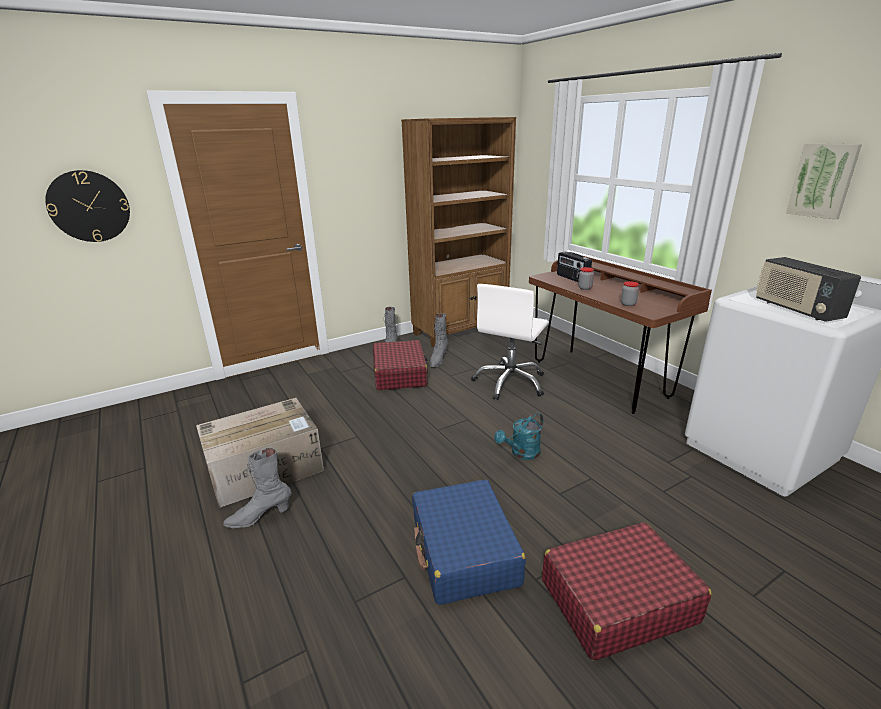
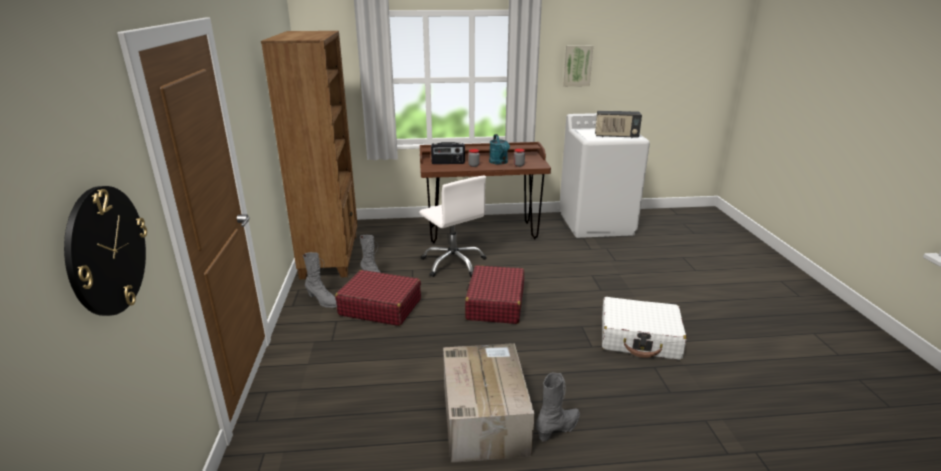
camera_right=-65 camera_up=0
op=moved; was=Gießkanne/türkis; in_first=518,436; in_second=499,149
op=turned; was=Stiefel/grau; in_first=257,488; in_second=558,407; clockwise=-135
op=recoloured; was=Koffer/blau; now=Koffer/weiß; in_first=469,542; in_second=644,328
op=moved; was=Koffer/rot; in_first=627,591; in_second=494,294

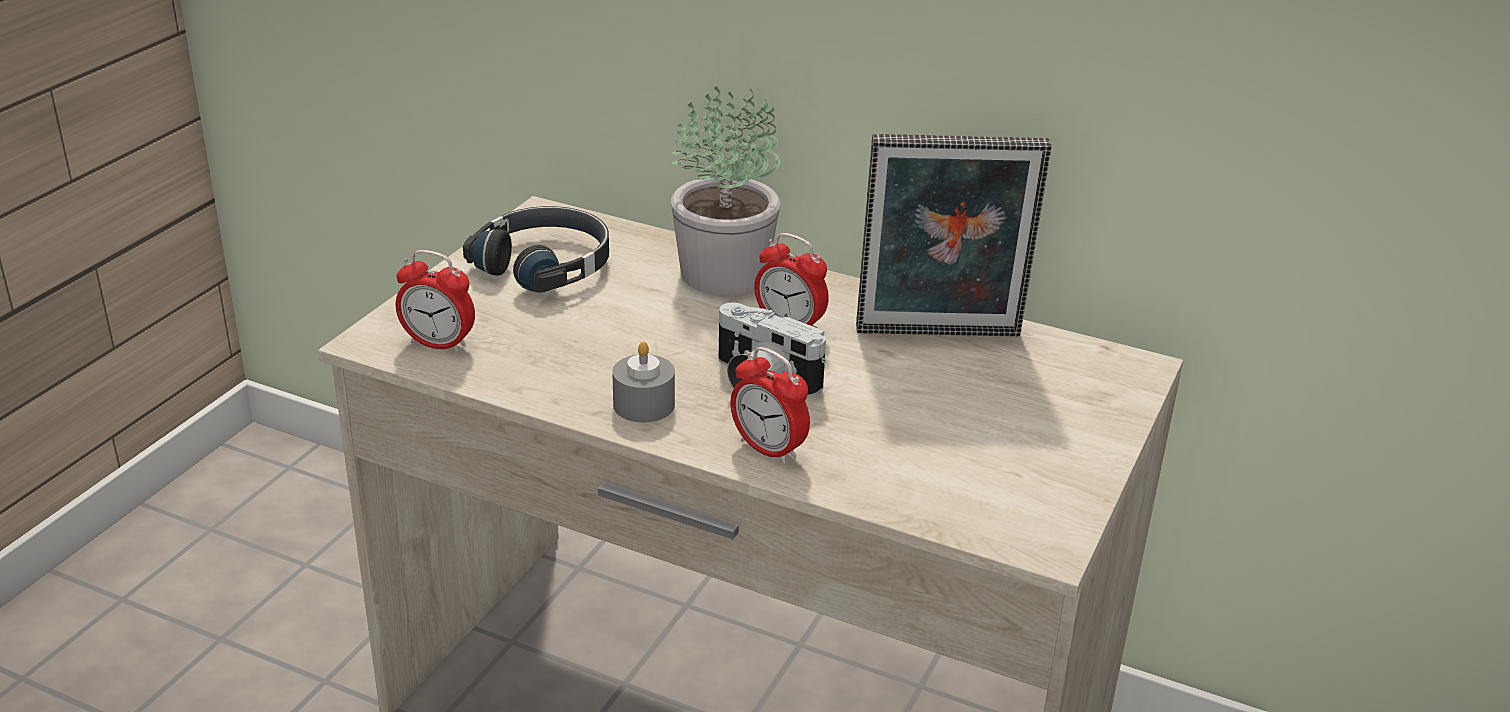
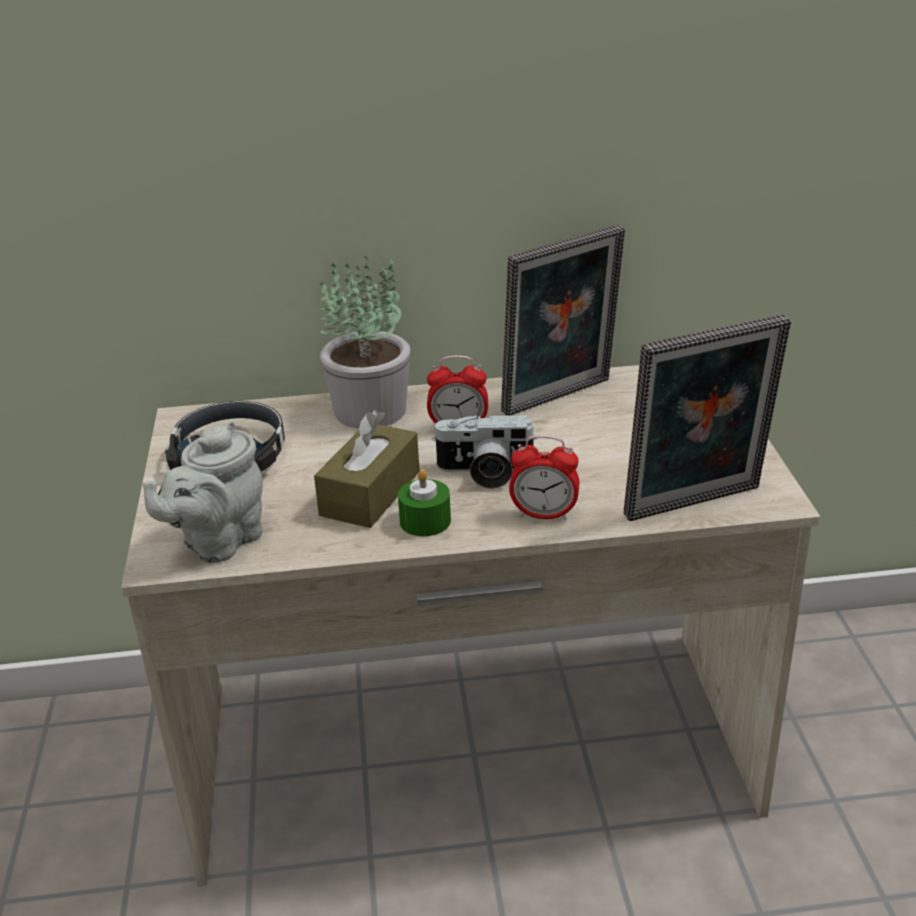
camera_right=-30 camera_up=0
op=replaced; was=Wecker; now=Teekanne/grau; in_first=435,301; in_second=203,491
op=recoloured; was=Kerze/grau; now=Kerze/grün; in_first=643,382; in_second=424,502
op=added; now=Bilderrahmen; in_second=707,418
op=added; now=Taschentuchbox/braun; in_second=367,469

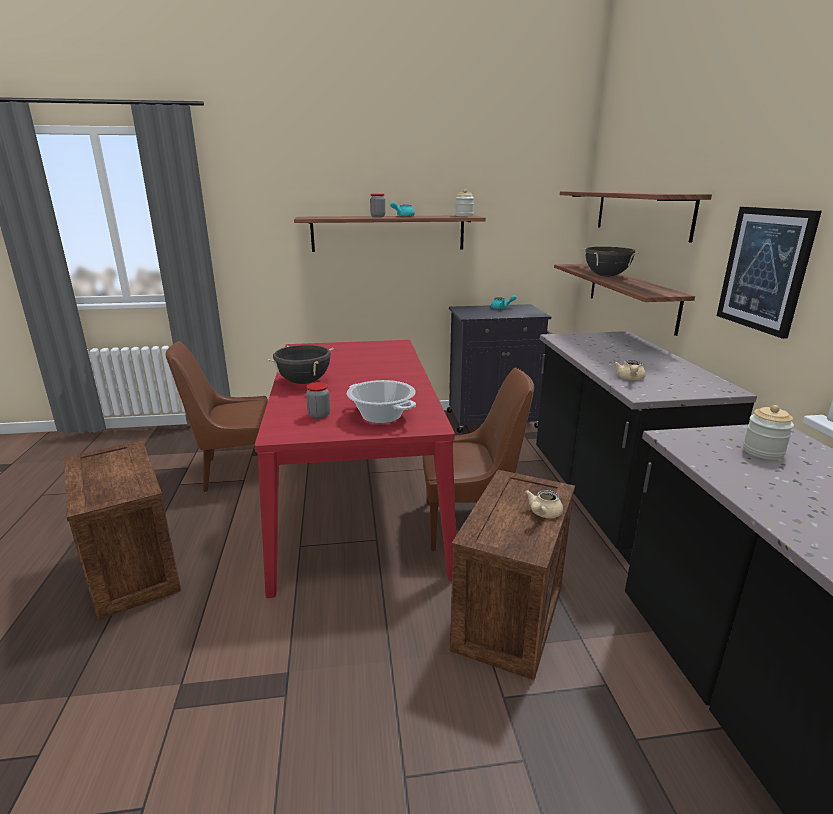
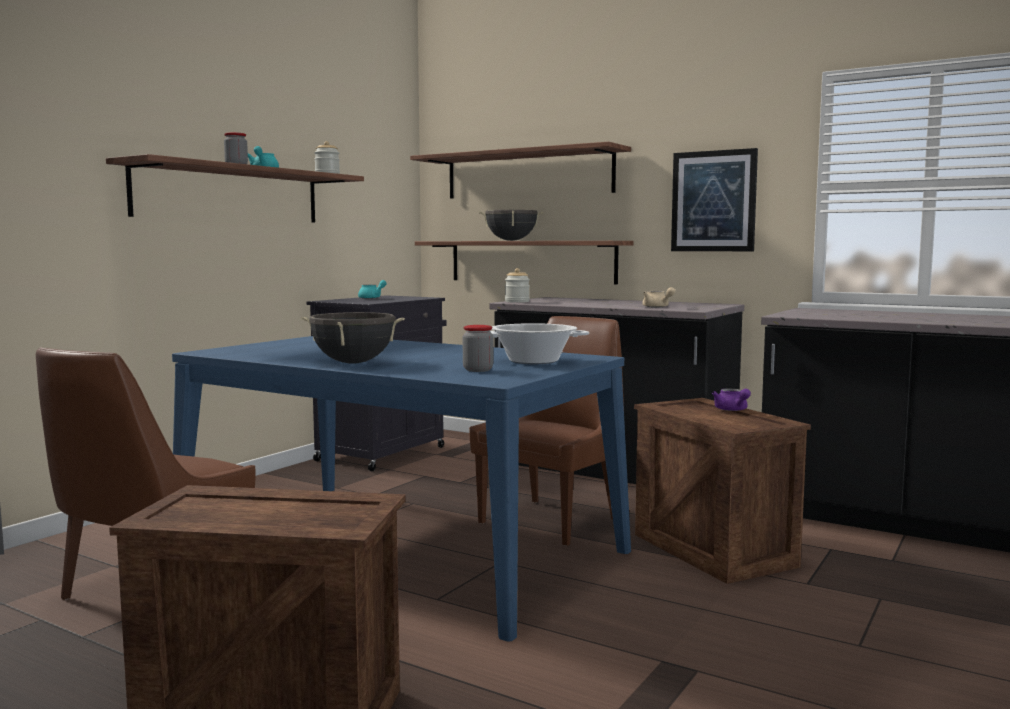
camera_right=-50 camera_up=-15
op=recoloured; was=Esstisch/rot; now=Esstisch/blau; in_first=355,469; in_second=401,489
op=moved; was=Vorratsglas; in_first=768,432; in_second=517,285
op=recoloured; was=Teekanne/beige; now=Teekanne/lila; in_first=544,504; in_second=731,399

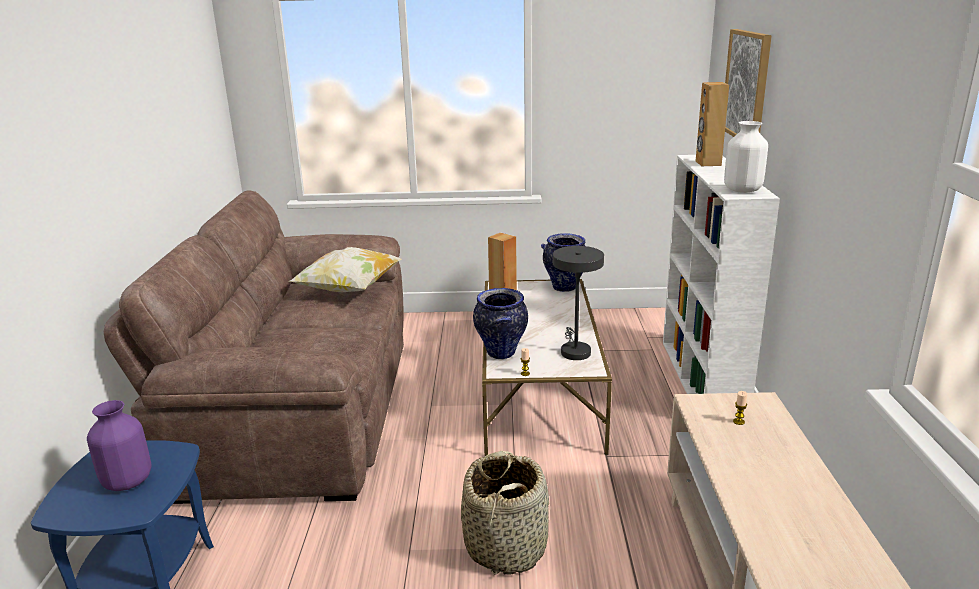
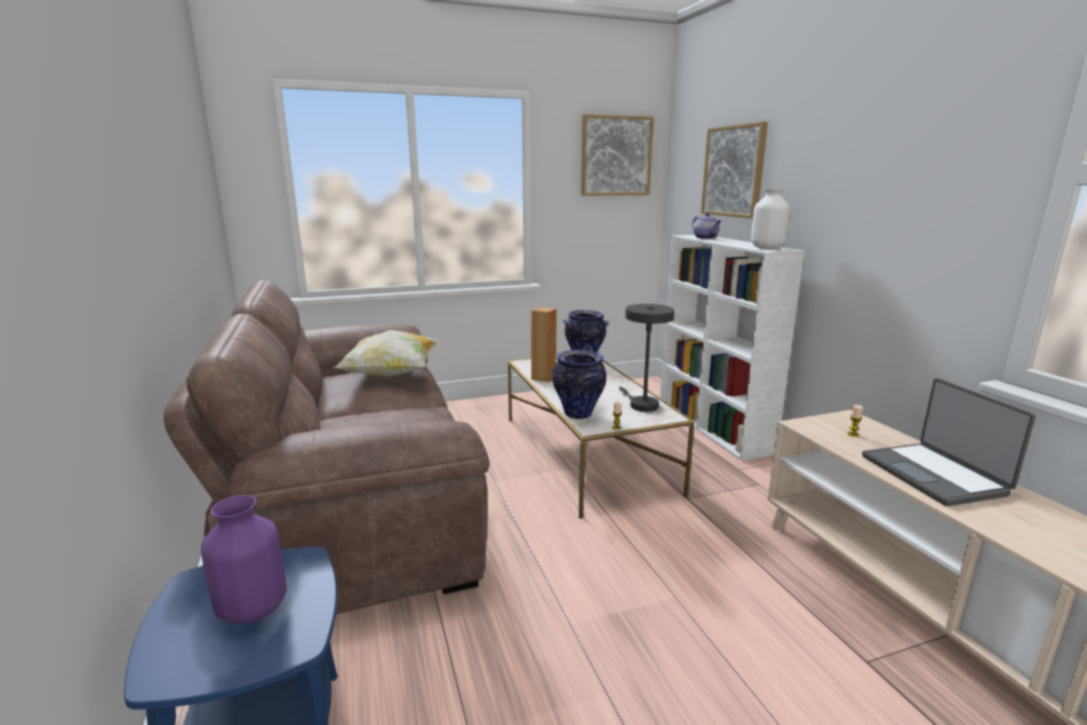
camera_right=-20 camera_up=-5
op=replaced; was=Lautsprecher/braun; now=Teekanne; in_first=712,124; in_second=706,226
op=removed; was=Korb; in_first=505,513
op=added; now=Bild; in_second=617,155
op=added; now=Laptop; in_second=949,442

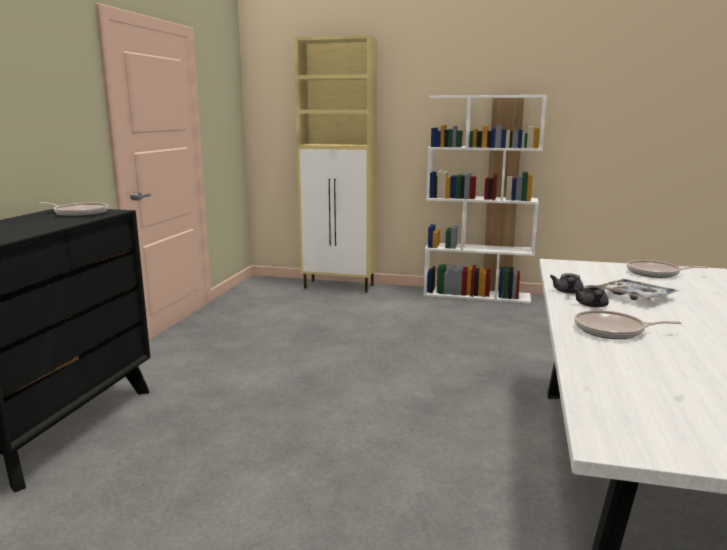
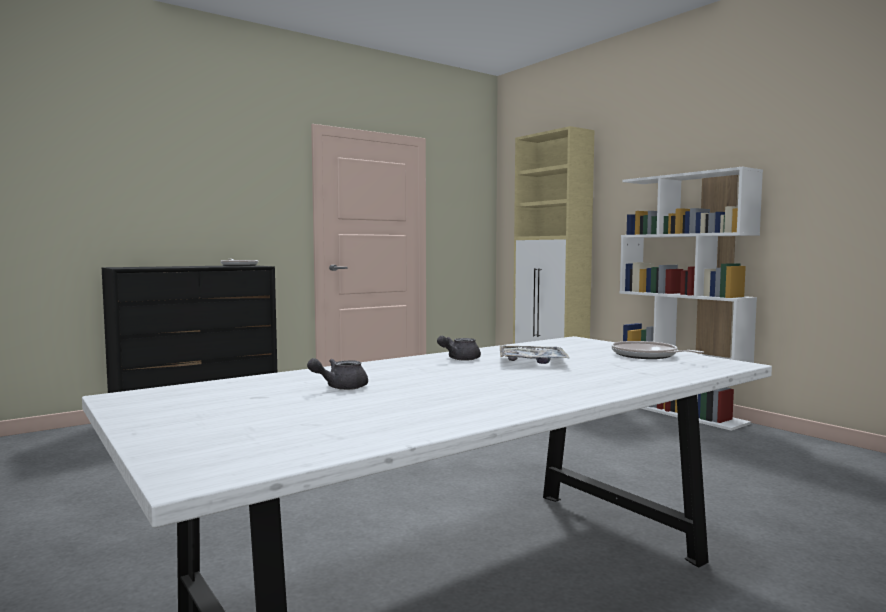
camera_right=40 camera_up=-10
op=moved; was=Teekanne/grau; in_first=567,283; in_second=337,374
op=removed; was=Pfanne; in_first=628,324

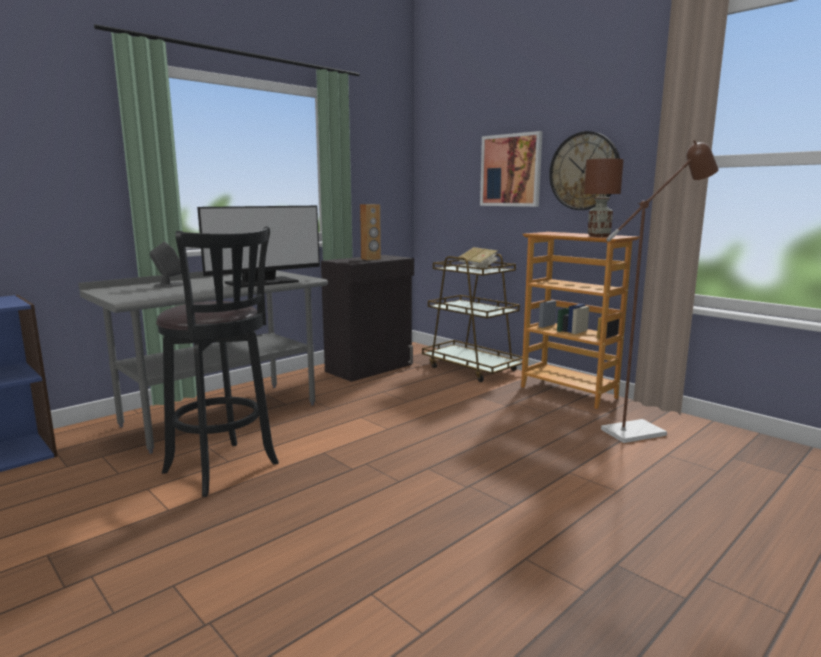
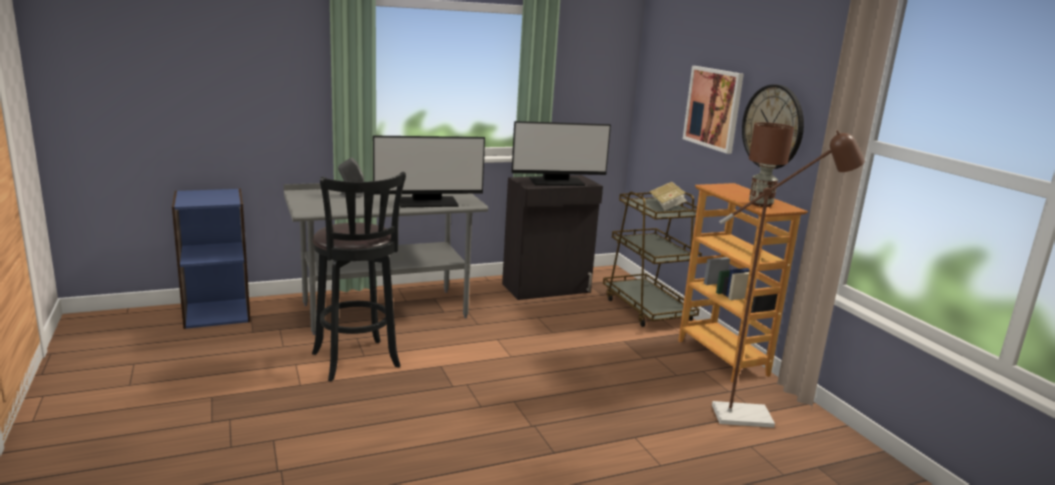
camera_right=20 camera_up=5
op=replaced; was=Lautsprecher/braun; now=Monitor; in_first=370,232; in_second=561,153

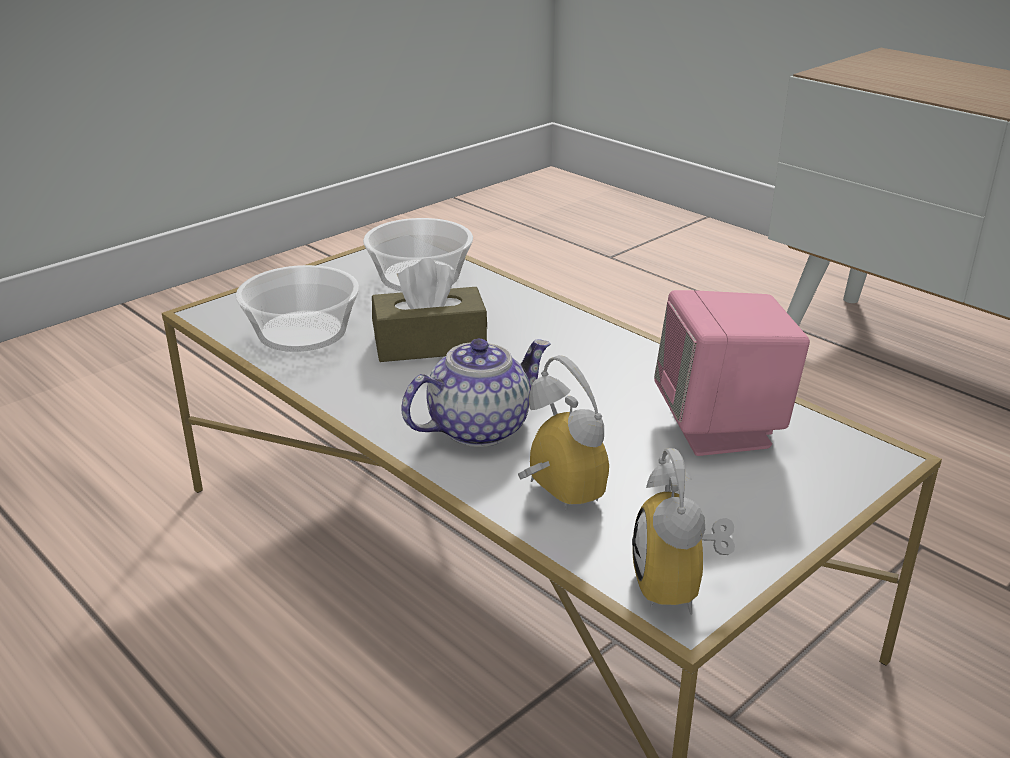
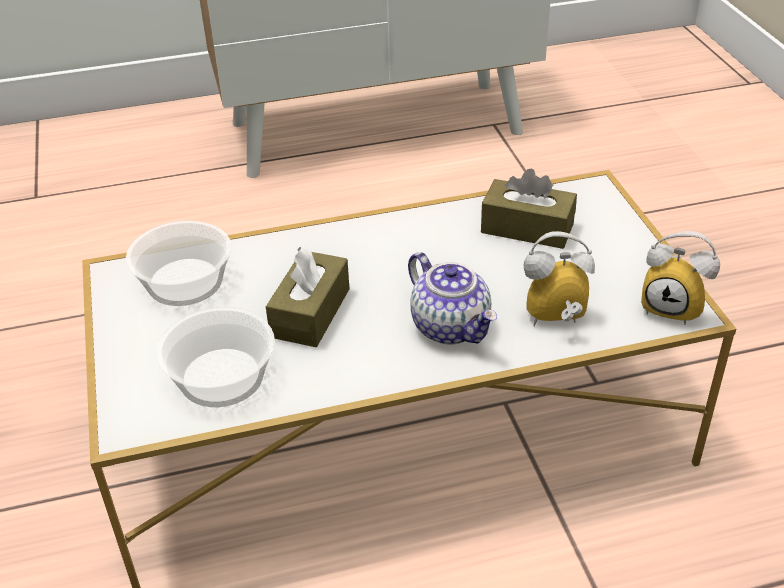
camera_right=-60 camera_up=10
op=replaced; was=Lautsprecher/rosa; now=Taschentuchbox/braun; in_first=732,373; in_second=529,208
op=turned; was=Teekanne; in_first=476,393; in_second=452,298; clockwise=150

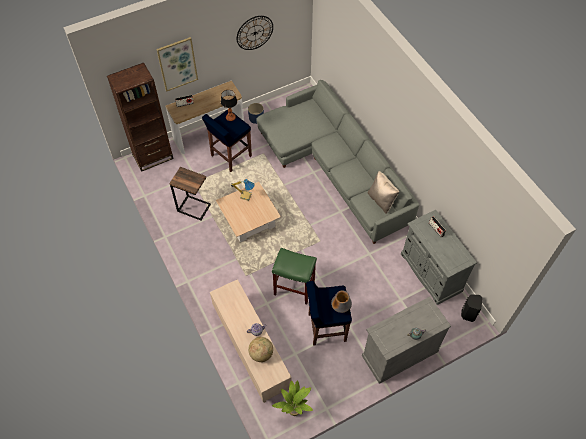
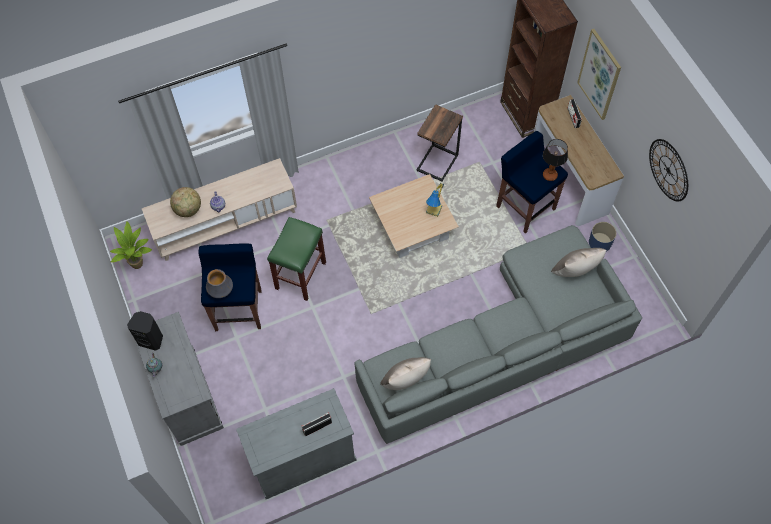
camera_right=95 camera_up=5
op=moved; was=Lautsprecher/schwarz; in_first=471,308; in_second=145,331
op=added; now=Kissen/beige; in_second=578,262

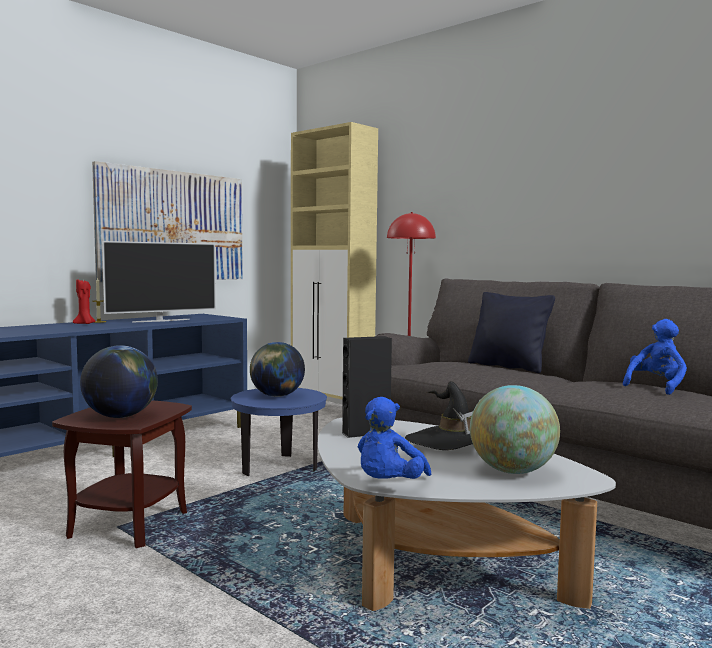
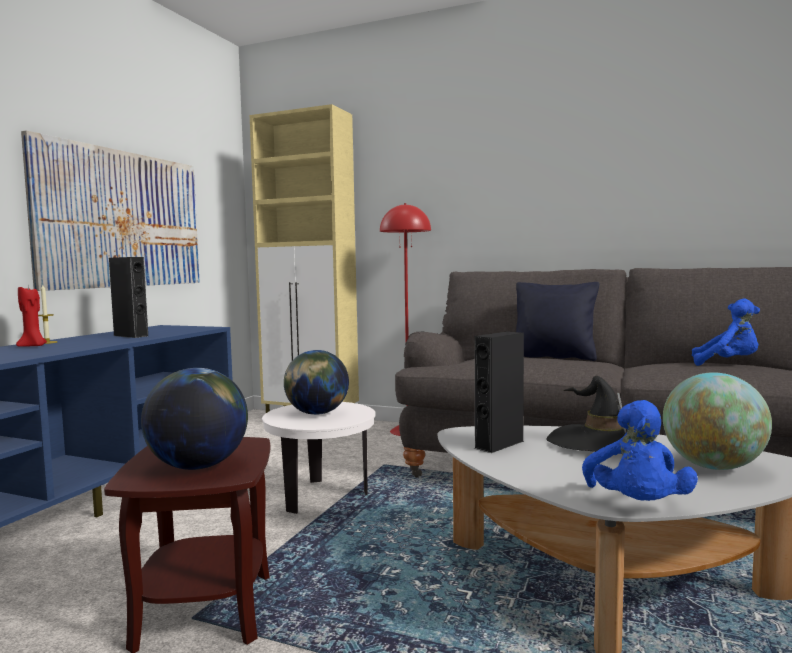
camera_right=-20 camera_up=0
op=replaced; was=Fernseher; now=Lautsprecher/schwarz; in_first=159,282; in_second=128,297
op=turned; was=Plüschtier/blau; in_first=655,357; in_second=726,332; clockwise=90
op=recoloured; was=Beistelltisch/blau; now=Beistelltisch/weiß; in_first=279,432; in_second=318,458

